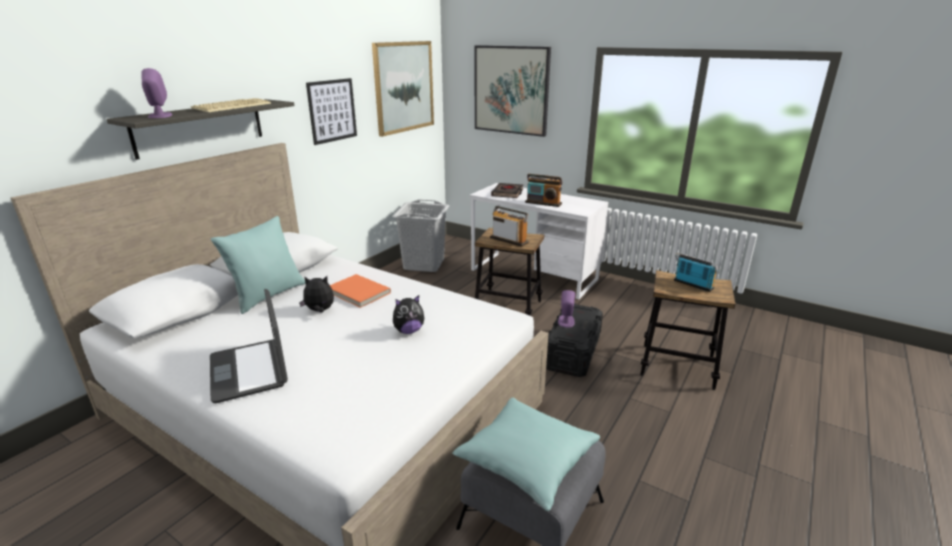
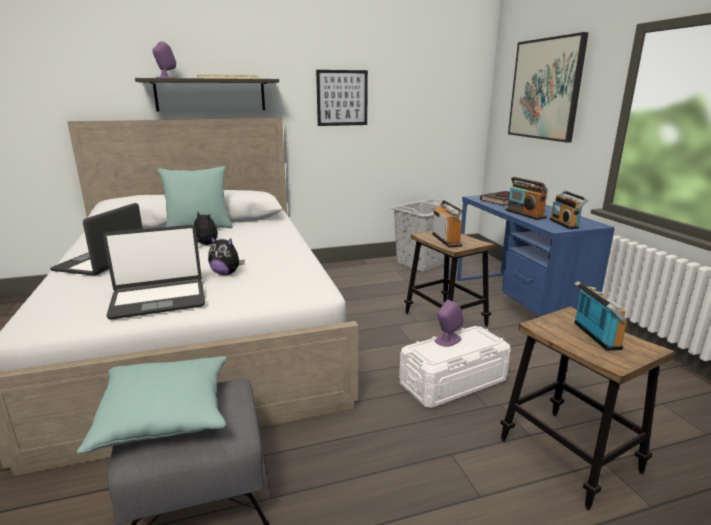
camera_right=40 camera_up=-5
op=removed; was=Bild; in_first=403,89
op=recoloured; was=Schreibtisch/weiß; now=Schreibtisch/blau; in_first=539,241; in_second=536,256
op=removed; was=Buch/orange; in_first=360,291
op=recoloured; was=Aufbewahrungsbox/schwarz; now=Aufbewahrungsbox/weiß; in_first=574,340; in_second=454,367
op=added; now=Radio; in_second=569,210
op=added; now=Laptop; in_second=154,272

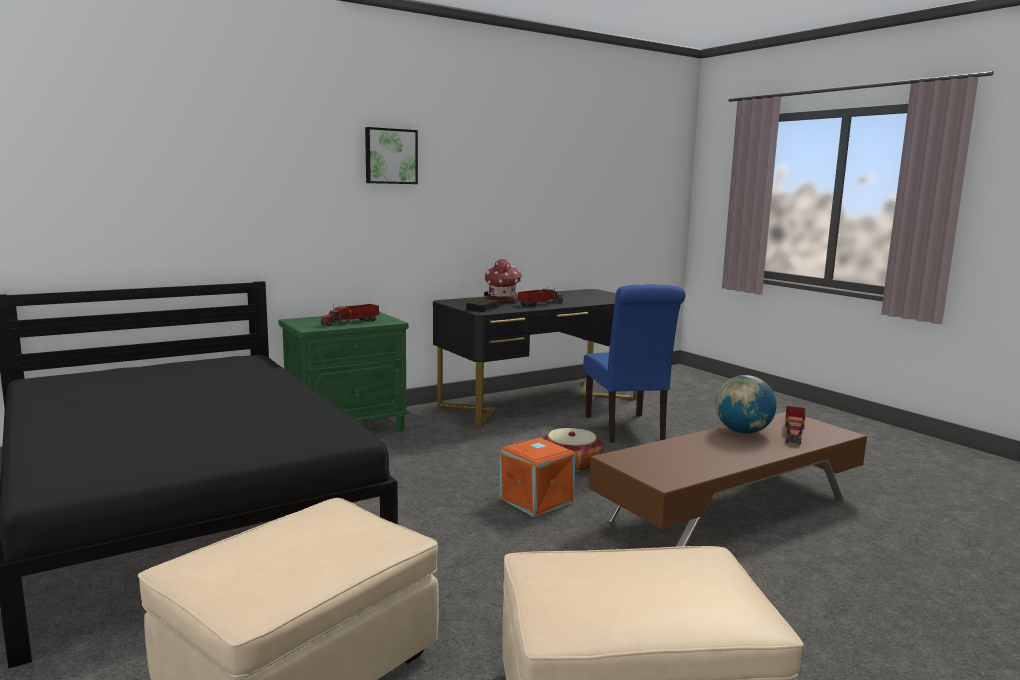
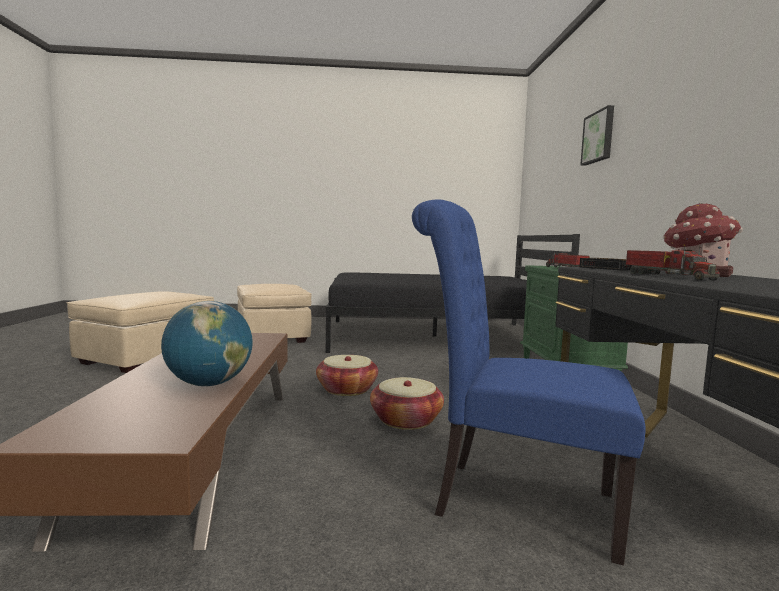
camera_right=120 camera_up=-5
op=moved; was=Bild; in_first=391,155; in_second=597,135
op=removed; was=Spielzeuglaster; in_first=795,425
op=replaced; was=Aufbewahrungsbox/orange; now=Korb; in_first=537,477; in_second=347,375

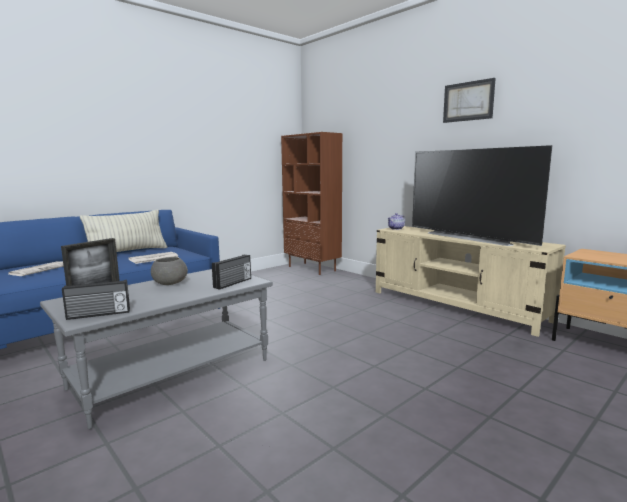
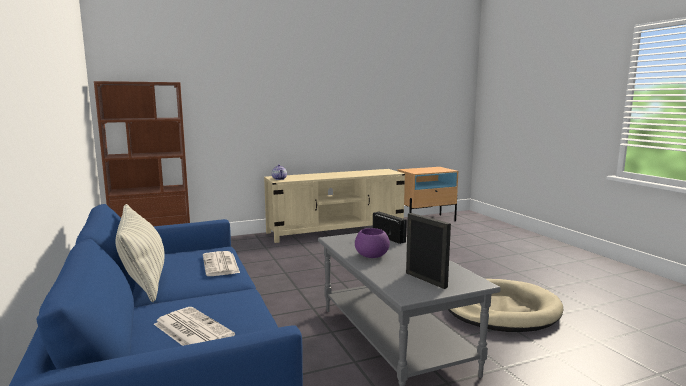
camera_right=-70 camera_up=0
op=removed; was=Bild; in_first=469,100
op=removed; was=Fernseher; in_first=482,195
op=recoloured; was=Schüssel/grau; now=Schüssel/lila; in_first=169,271; in_second=372,243
op=removed; was=Radio; in_first=96,300
op=added; now=Hundebett/beige; in_second=505,305

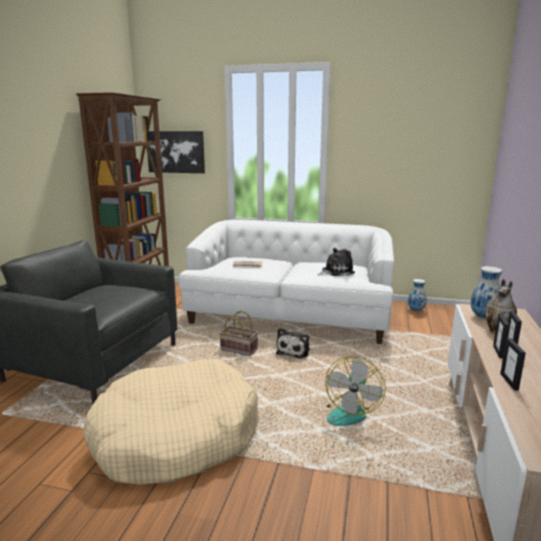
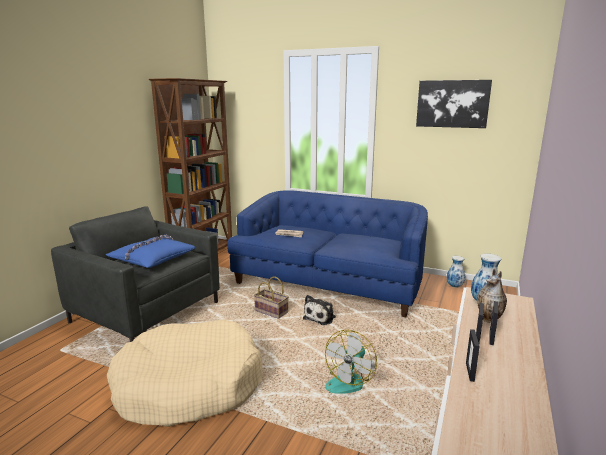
camera_right=10 camera_up=0
op=moved; was=Bild; in_first=176,152; in_second=454,104
op=recoloured; was=Sofa/weiß; now=Sofa/blau; in_first=286,281; in_second=327,253
op=removed; was=Plüschtier; in_first=336,262
op=added; now=Kissen/blau; in_second=151,251

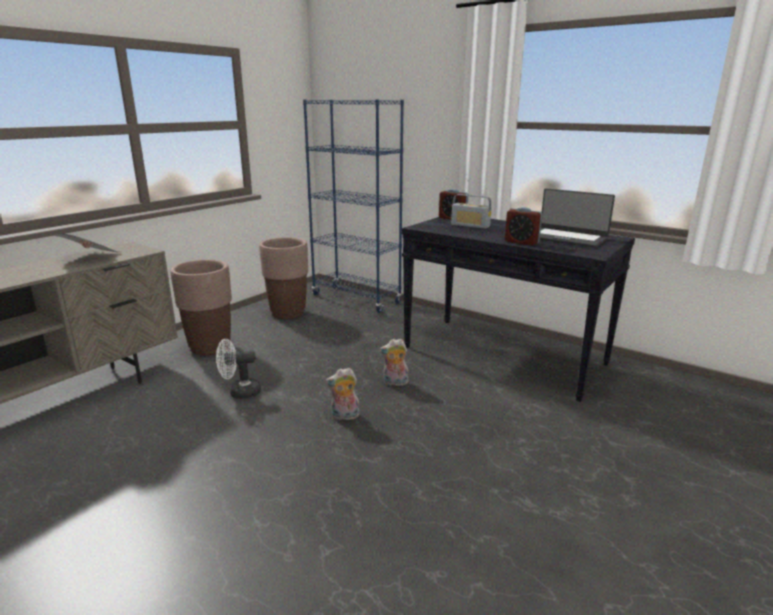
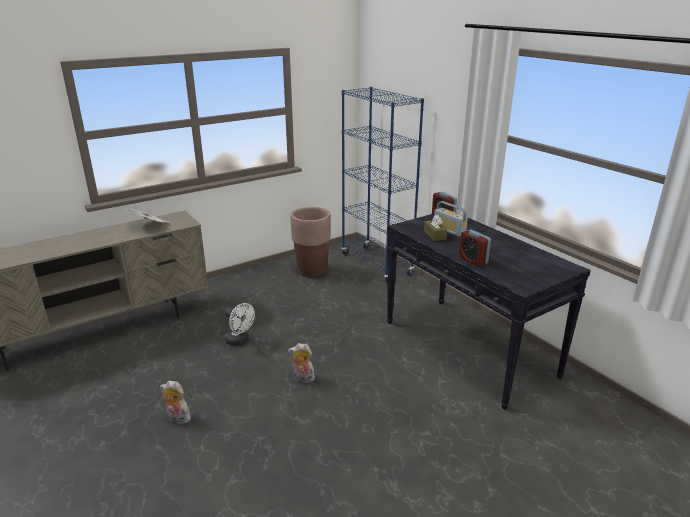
camera_right=20 camera_up=5
op=removed; was=Laptop; in_first=577,218
op=removed; was=Pflanzkübel/braun; in_first=201,307
op=turned; was=Ventilator/weiß; in_first=238,369; in_second=239,324; clockwise=-150
op=moved; was=Plüschtier; in_first=394,362; in_second=175,402
op=added; now=Taschentuchbox/braun; in_second=435,228

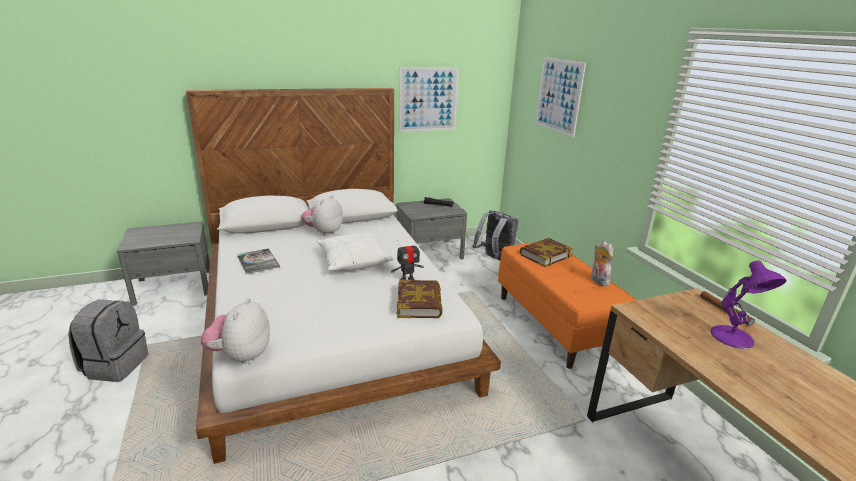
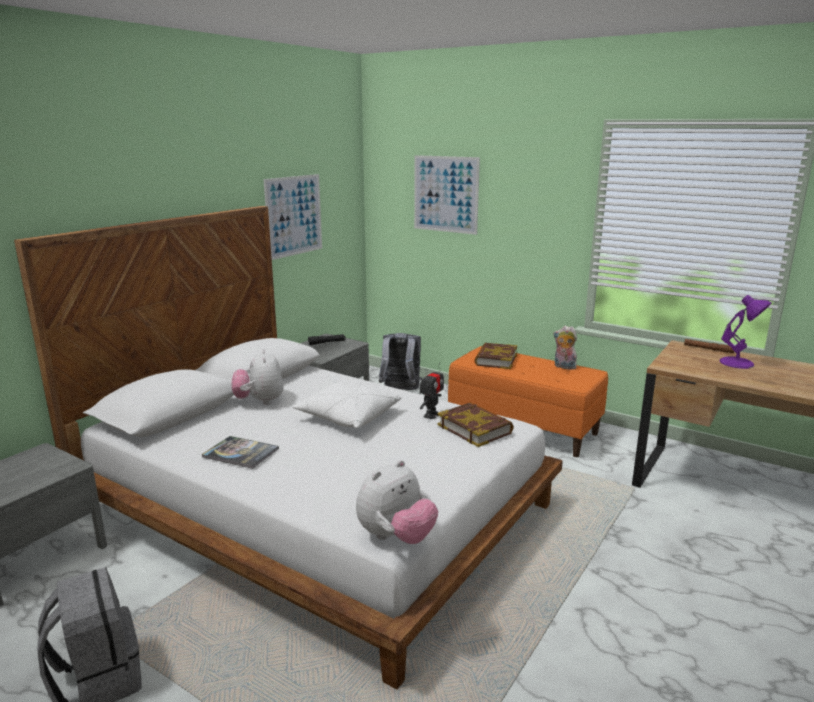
camera_right=-35 camera_up=-5
op=turned; was=Plüschtier; in_first=235,331; in_second=397,502; clockwise=-105

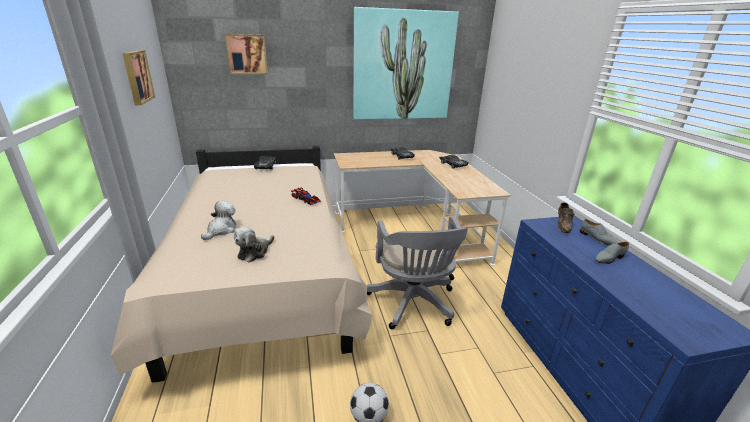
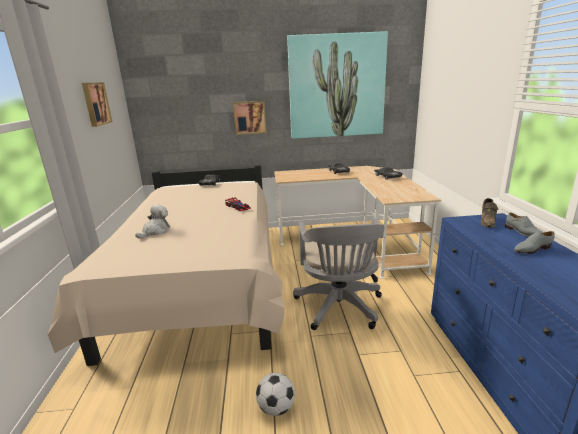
camera_right=10 camera_up=-5
op=moved; was=Bild; in_first=246,54; in_second=249,118
op=removed; was=Plüschtier; in_first=254,244

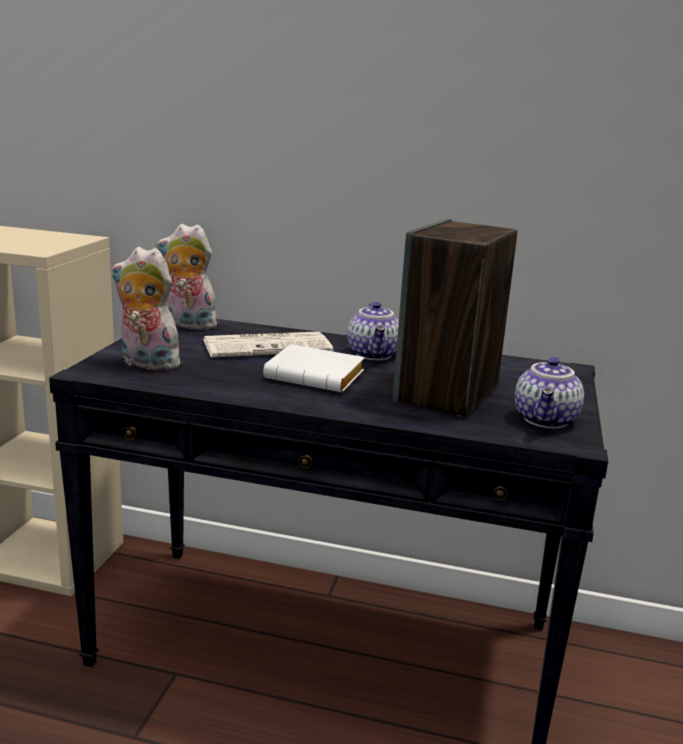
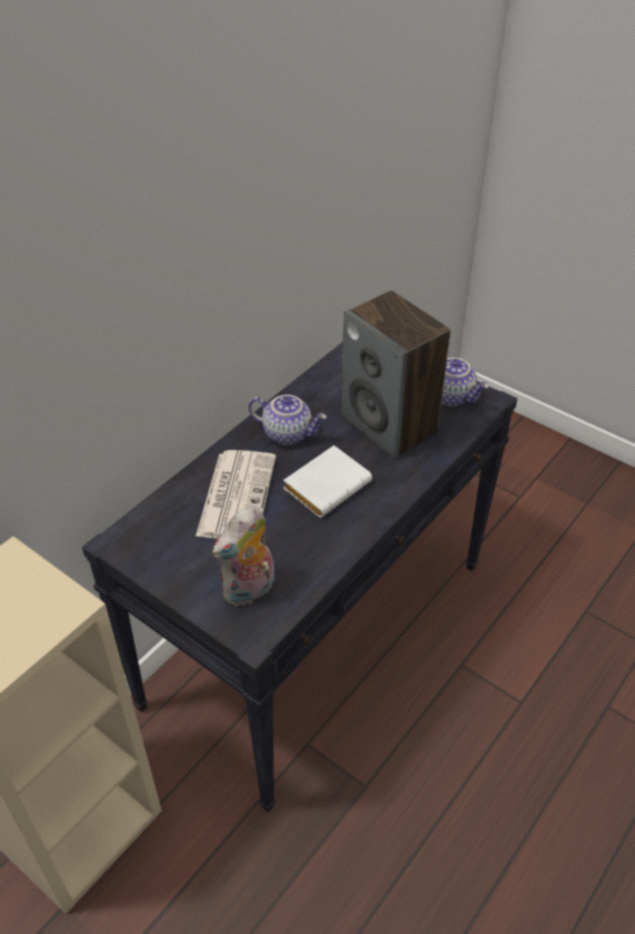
camera_right=-65 camera_up=25
op=removed; was=Plüschtier; in_first=186,277

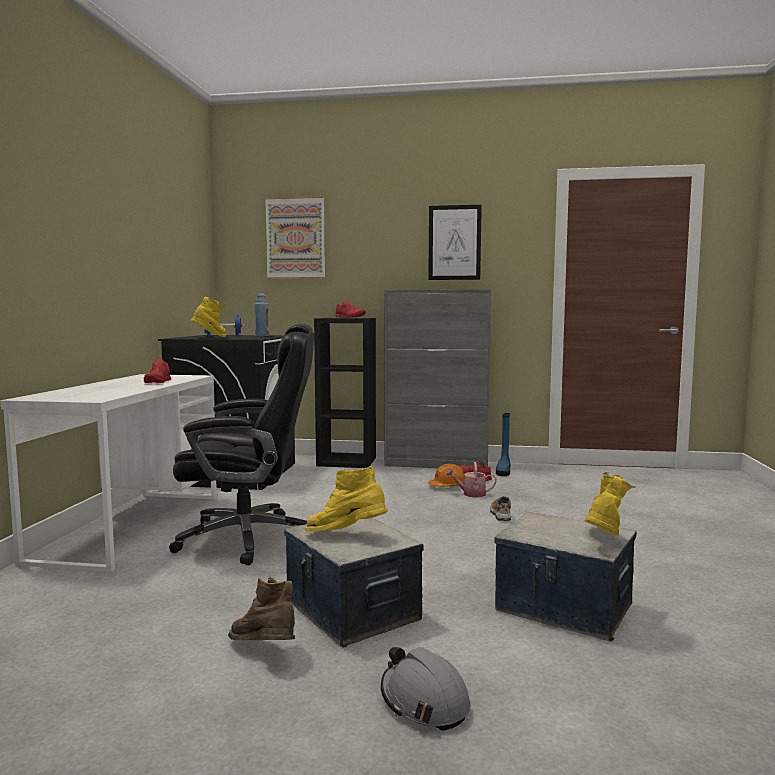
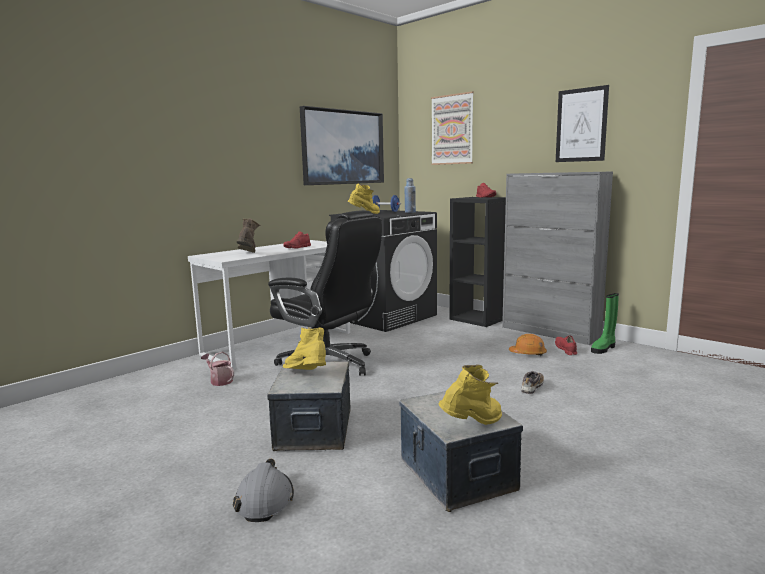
camera_right=35 camera_up=5
op=recoloured; was=Stiefel/blau; now=Stiefel/grün; in_first=503,444; in_second=605,323
op=moved; was=Gießkanne; in_first=471,480; in_second=217,369
op=moved; was=Stiefel/braun; in_first=261,608; in_second=249,235
op=added; now=Bild; in_second=342,145

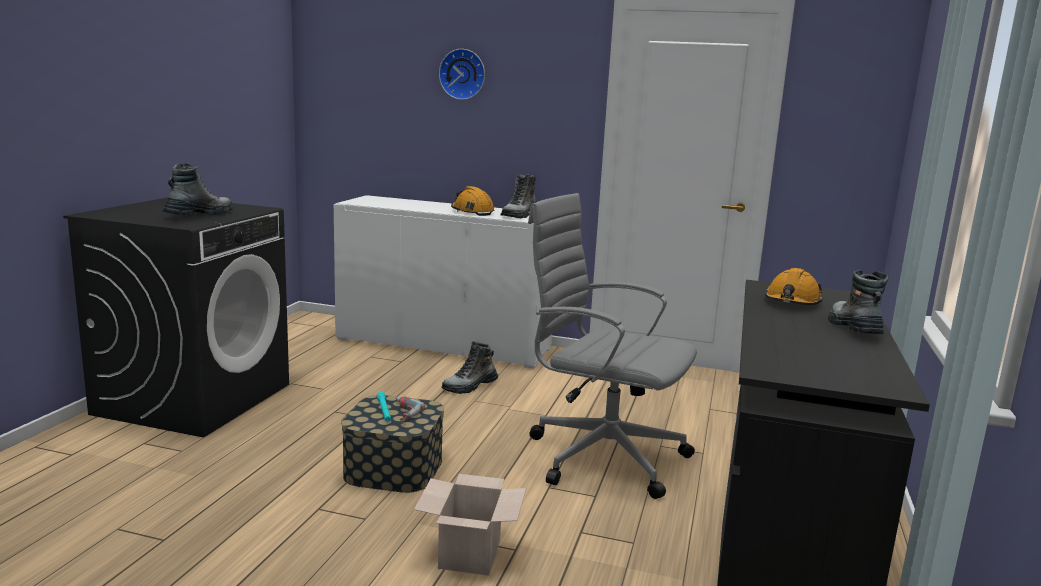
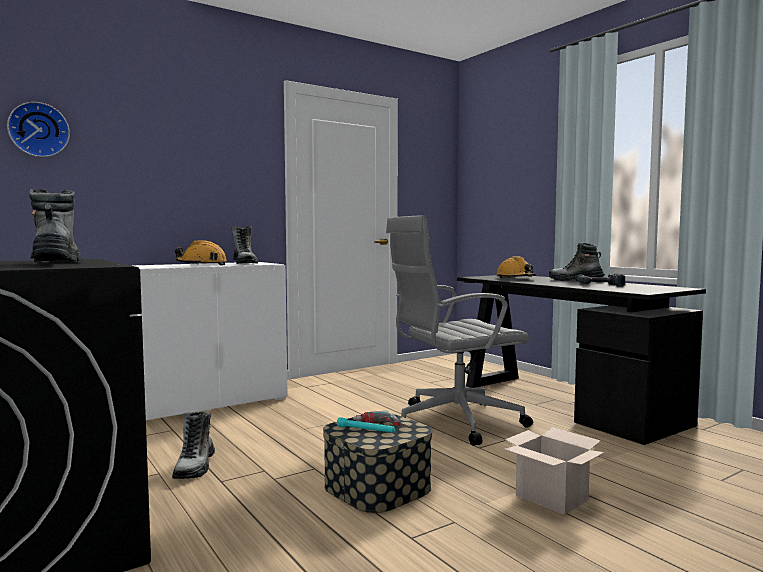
camera_right=-50 camera_up=-10
op=moved; was=Wanduhr; in_first=462,74; in_second=38,129
op=moved; was=Stiefel; in_first=470,367; in_second=193,445
op=added; now=Bohrmaschine; in_second=600,279

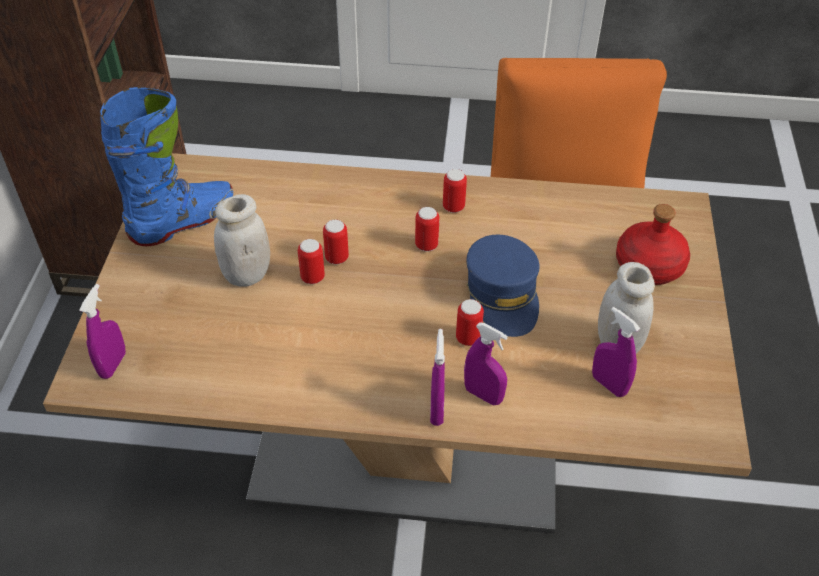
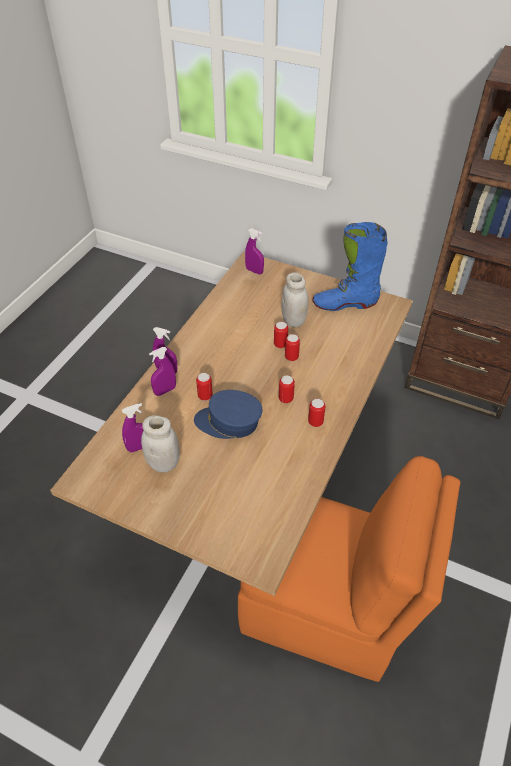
camera_right=110 camera_up=0
op=turned; was=Stiefel/blau; in_first=166,166; in_second=350,266; clockwise=105
op=removed; was=Flasche/rot; in_first=653,244

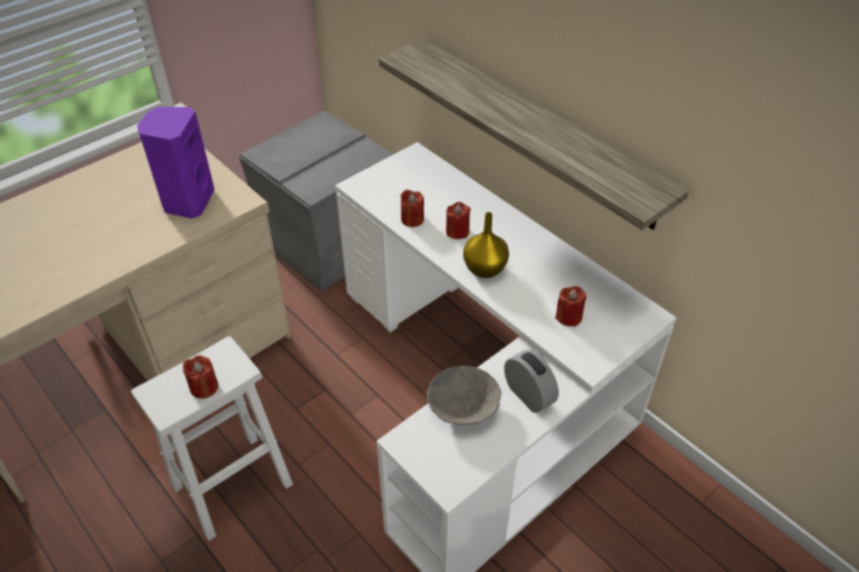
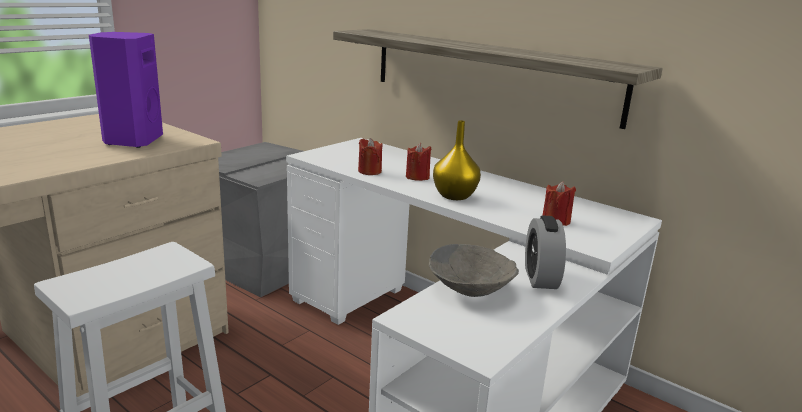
camera_right=-10 camera_up=-25
op=turned; was=Wecker; in_first=531,381; in_second=545,252; clockwise=-135
op=removed; was=Kerze/rot; in_first=200,377

